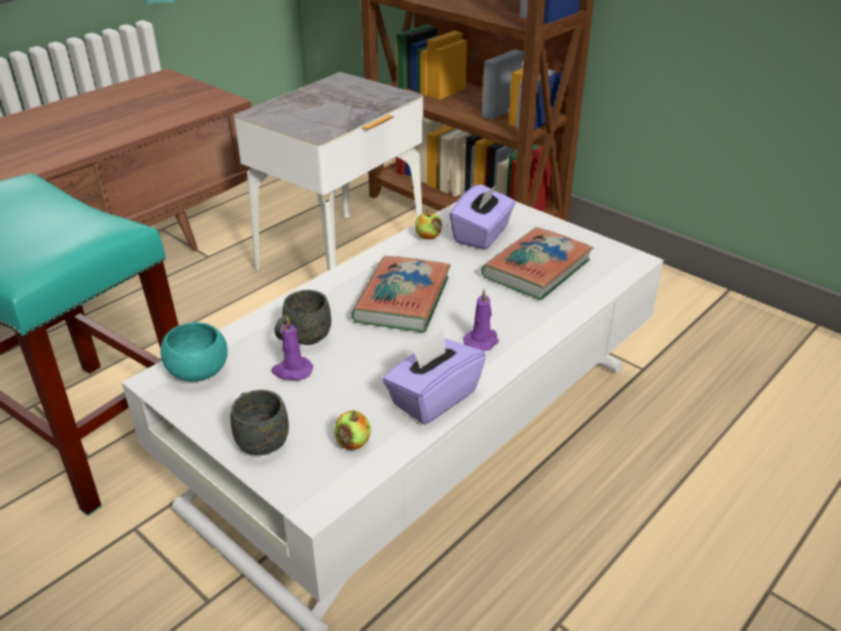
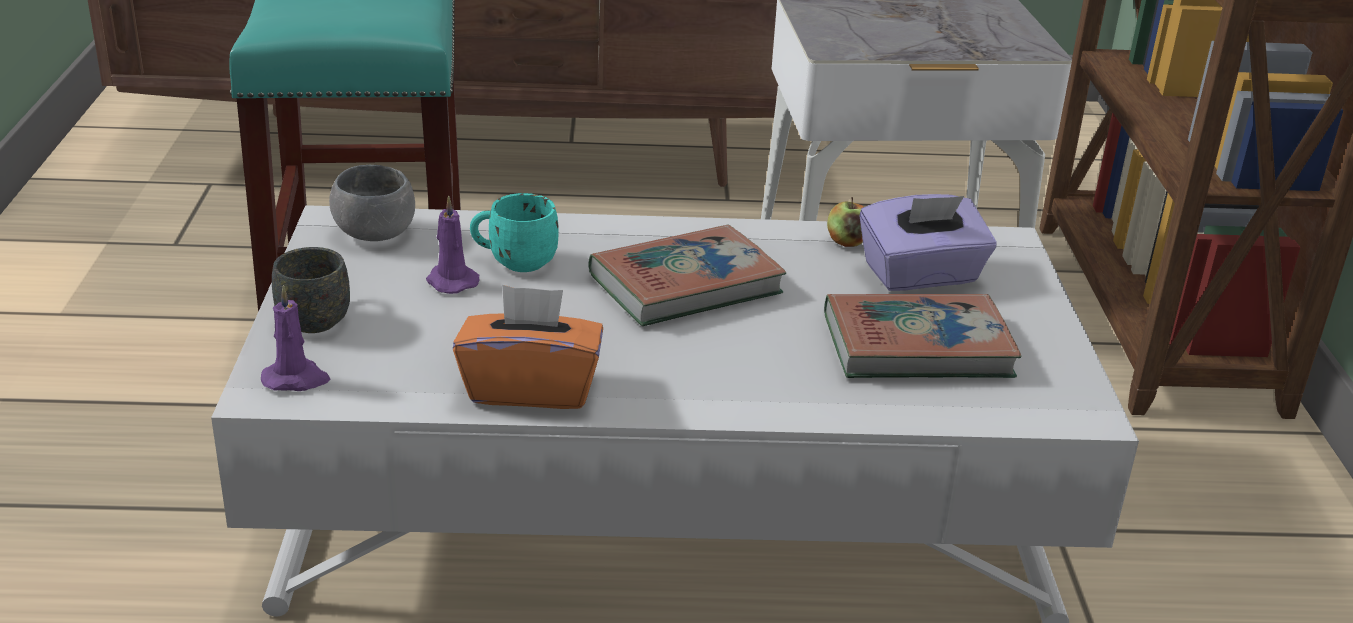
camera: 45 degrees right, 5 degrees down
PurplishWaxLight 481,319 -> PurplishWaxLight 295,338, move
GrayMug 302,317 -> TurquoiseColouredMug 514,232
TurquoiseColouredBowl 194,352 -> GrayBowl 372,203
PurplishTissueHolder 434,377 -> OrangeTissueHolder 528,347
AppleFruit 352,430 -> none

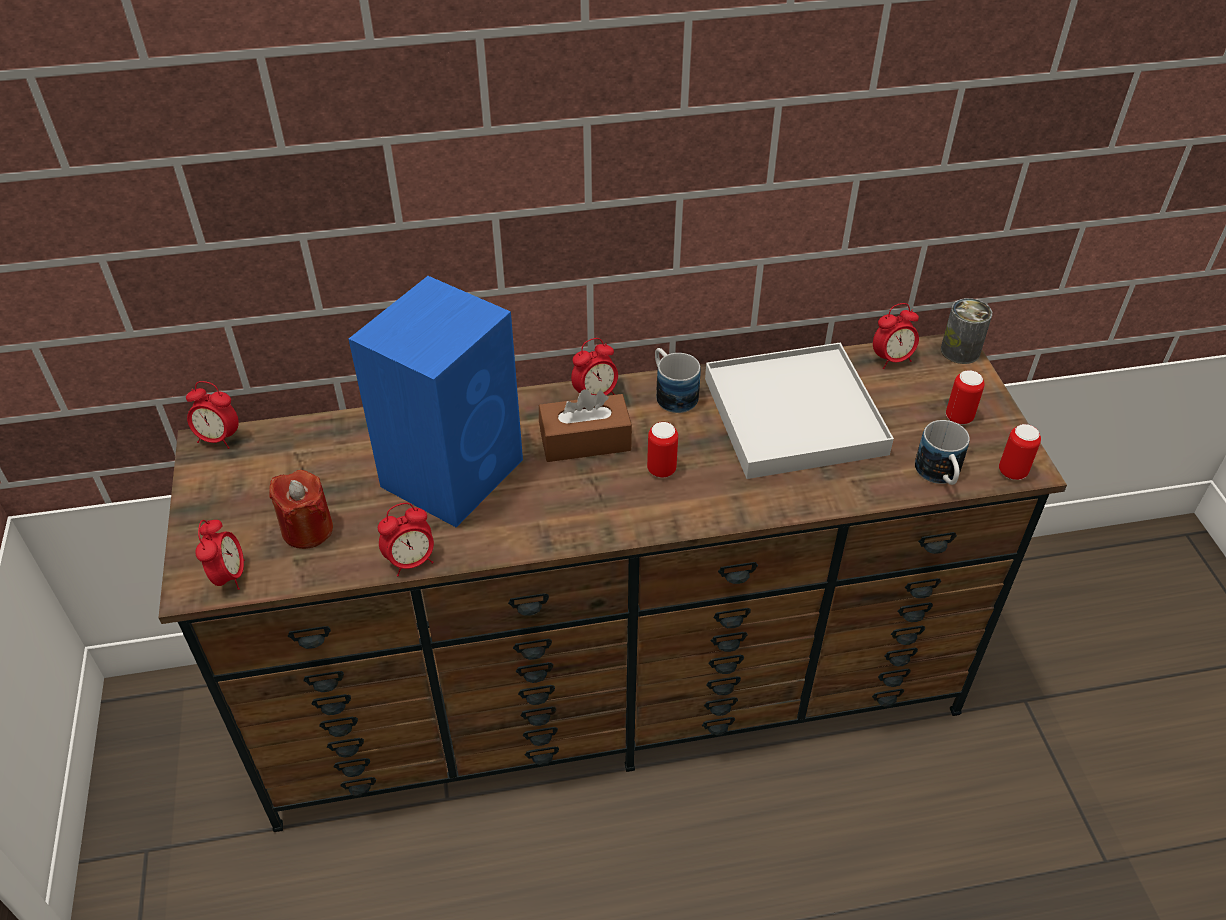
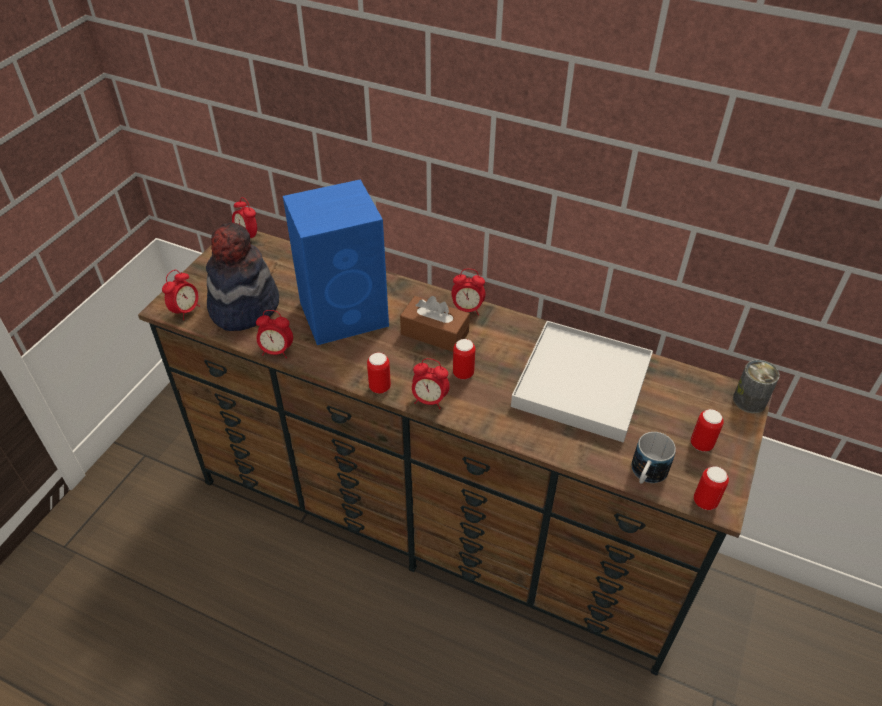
camera: 35 degrees right, 0 degrees up
AlarmClock 896,336 -> AlarmClock 431,383, move
Mug 678,380 -> none
ReddishWaxLight 301,509 -> WearableHat 242,276
none -> SealedCan 379,373

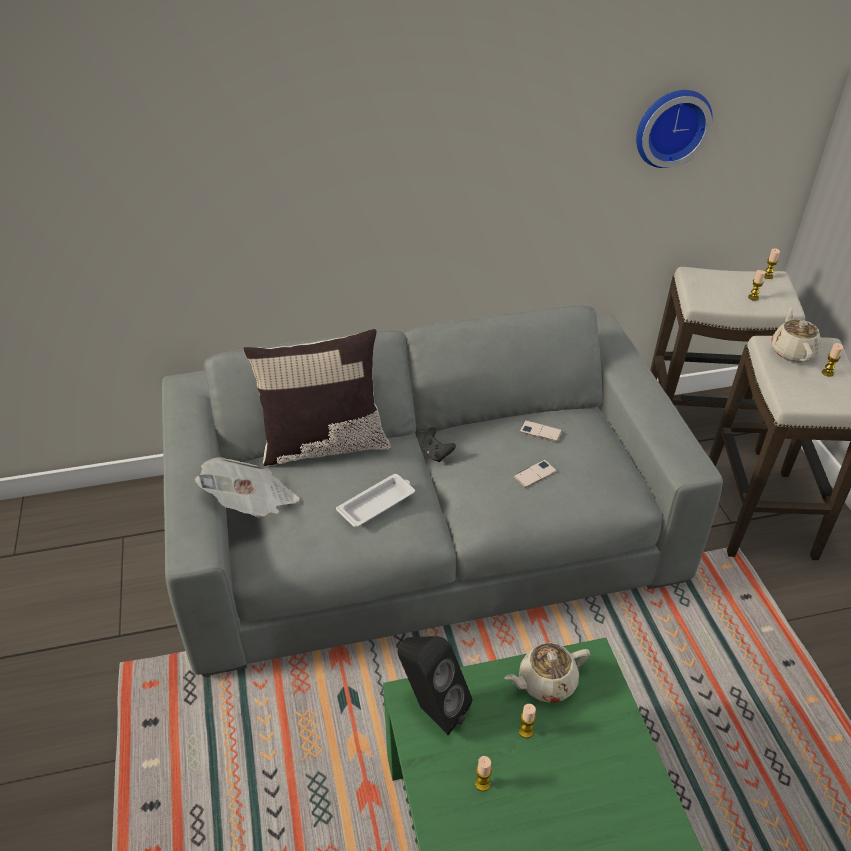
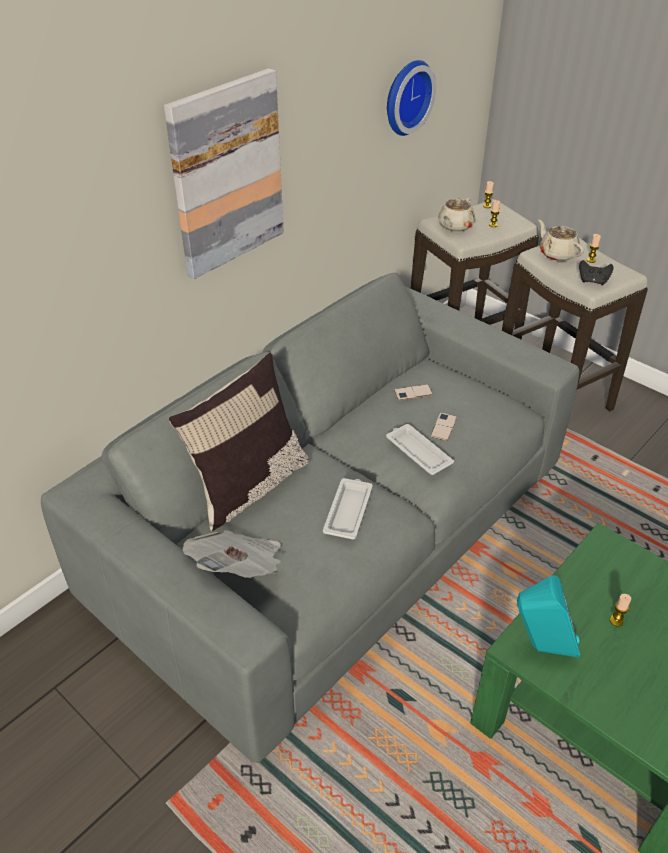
camera: 35 degrees left, 0 degrees up
BlackJoypad 438,444 -> BlackJoypad 596,272, move
BlackLoudspeaker 435,685 -> TurquoiseColouredLoudspeaker 548,616
BeigeColouredPotForTea 547,672 -> BeigeColouredPotForTea 456,215, move
WaxLight 483,773 -> none
none -> WallPicture 224,173
none -> WhitishCarryingTray 420,449

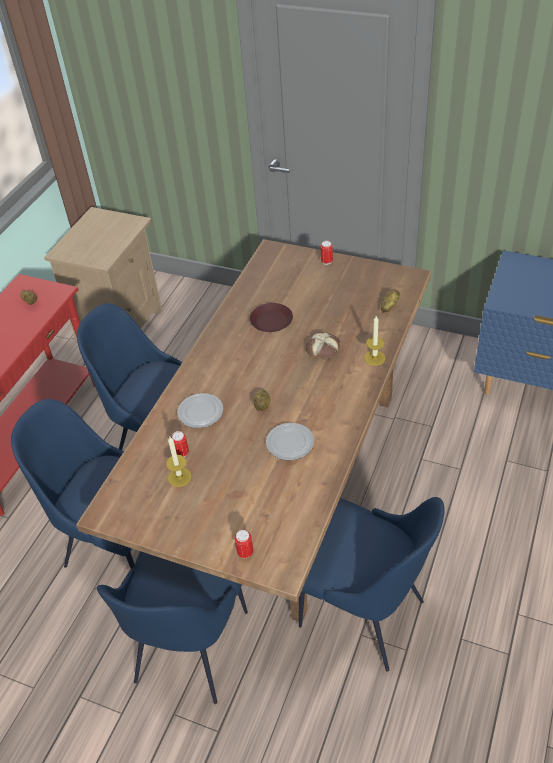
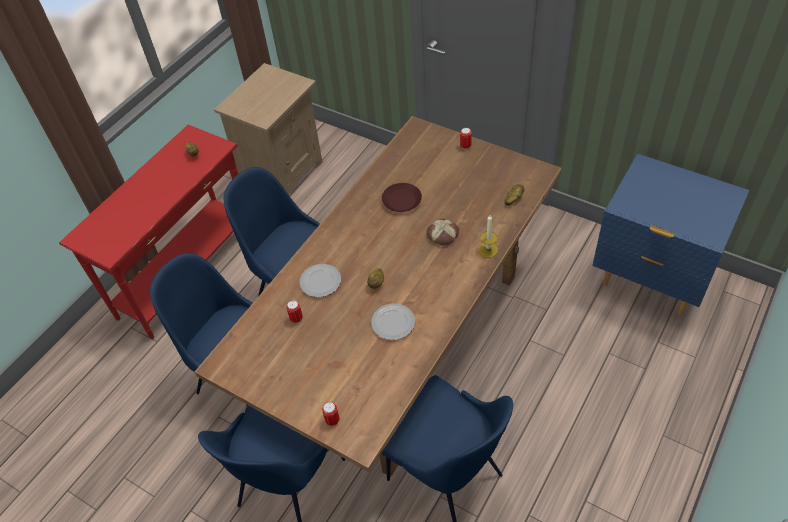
camera: 10 degrees right, 5 degrees up
WaxLight 179,462 -> none

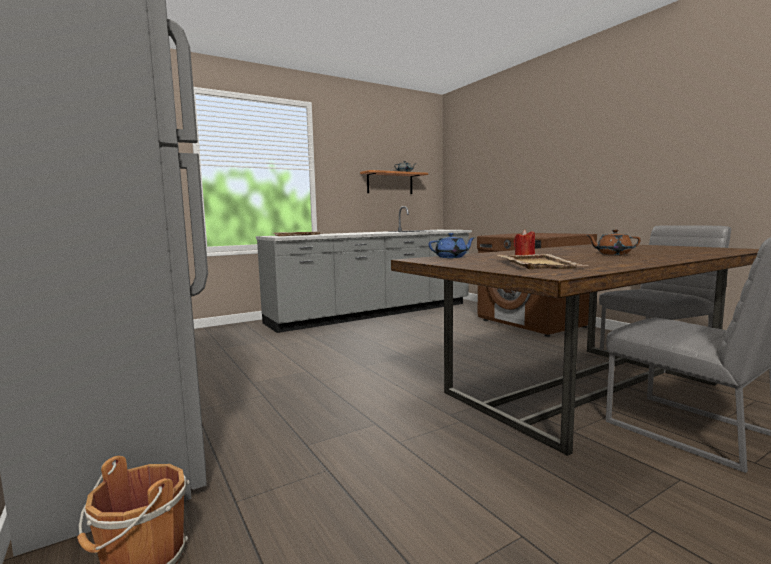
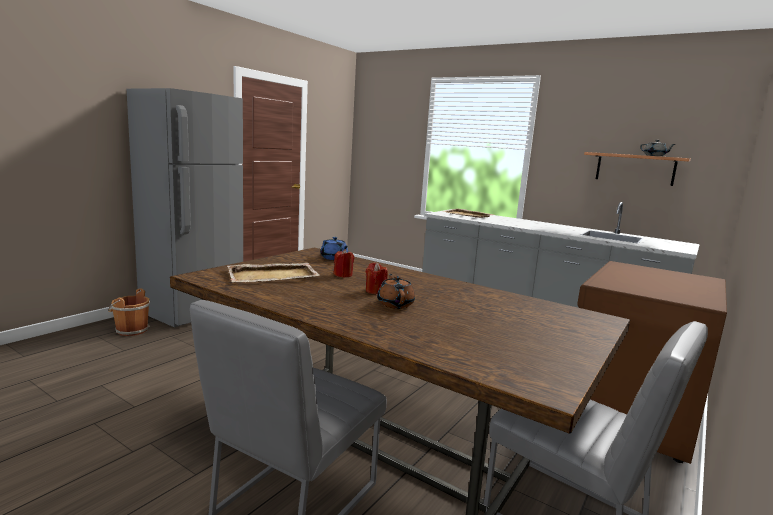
camera: 65 degrees right, 5 degrees up
none -> ReddishWaxLight 377,278

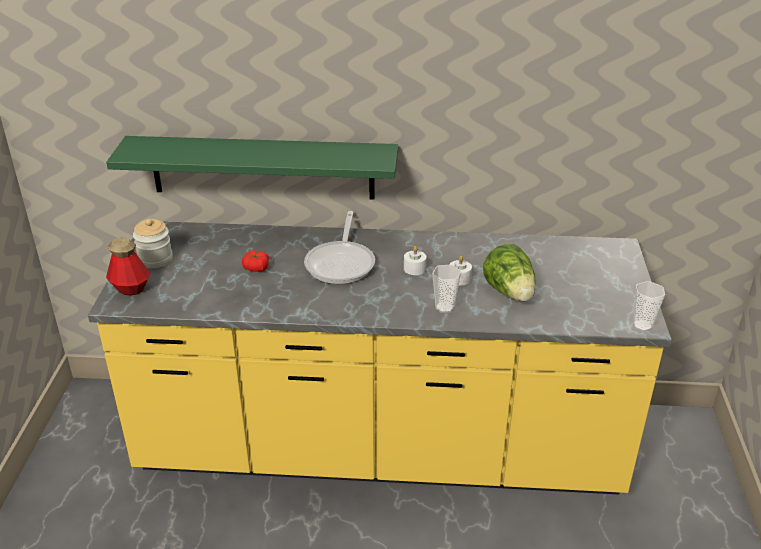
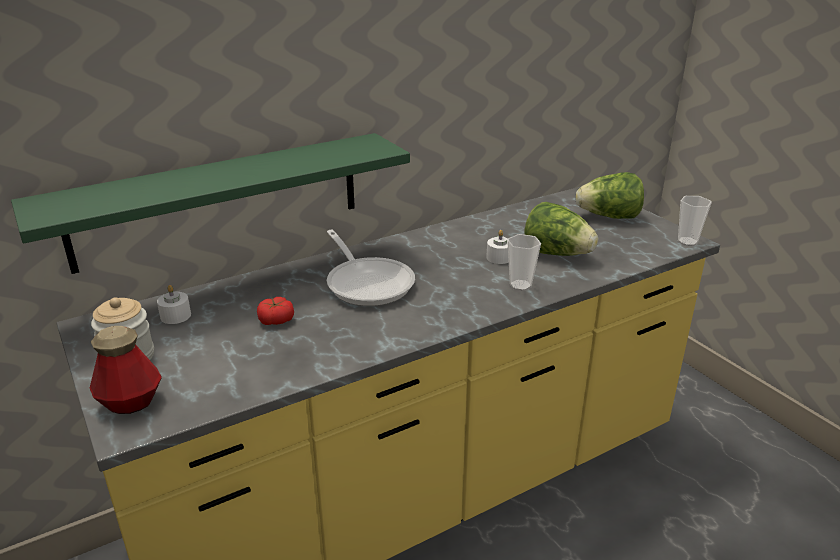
camera: 35 degrees left, 5 degrees down
WhitishWaxLight 415,260 -> WhitishWaxLight 174,304, move
none -> HeadOfLettuce 610,195

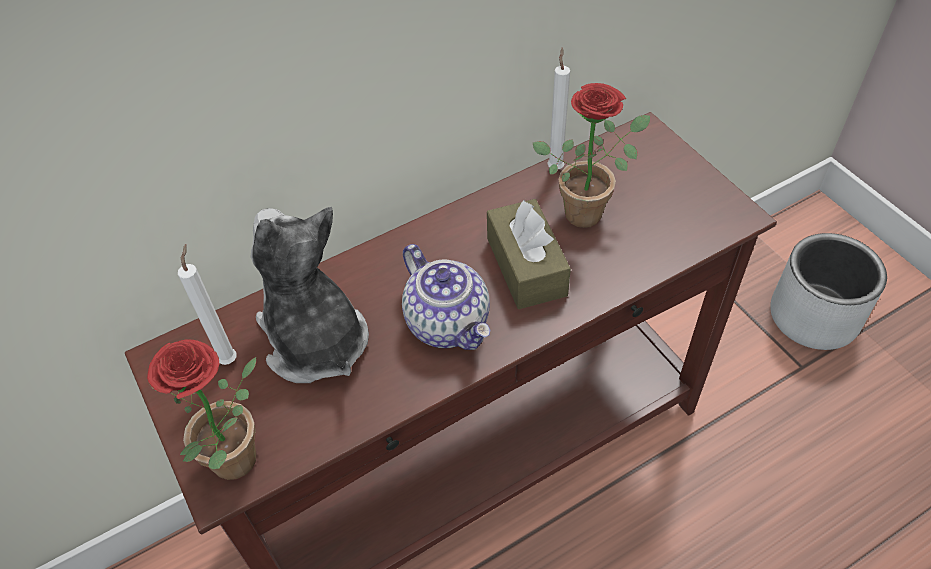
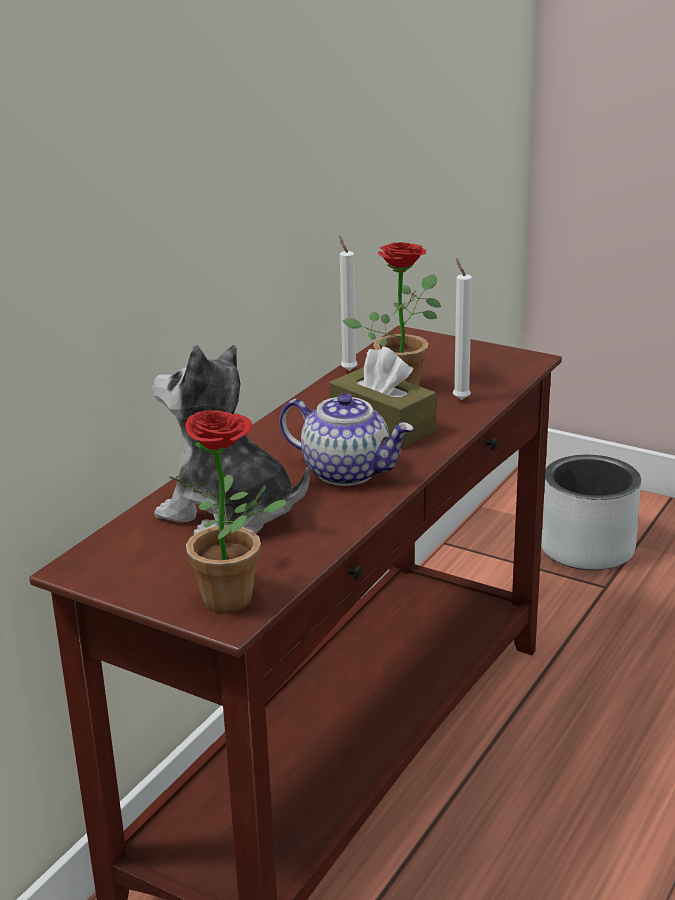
camera: 30 degrees left, 25 degrees down
WhitishWaxLight 207,304 -> WhitishWaxLight 462,329, move

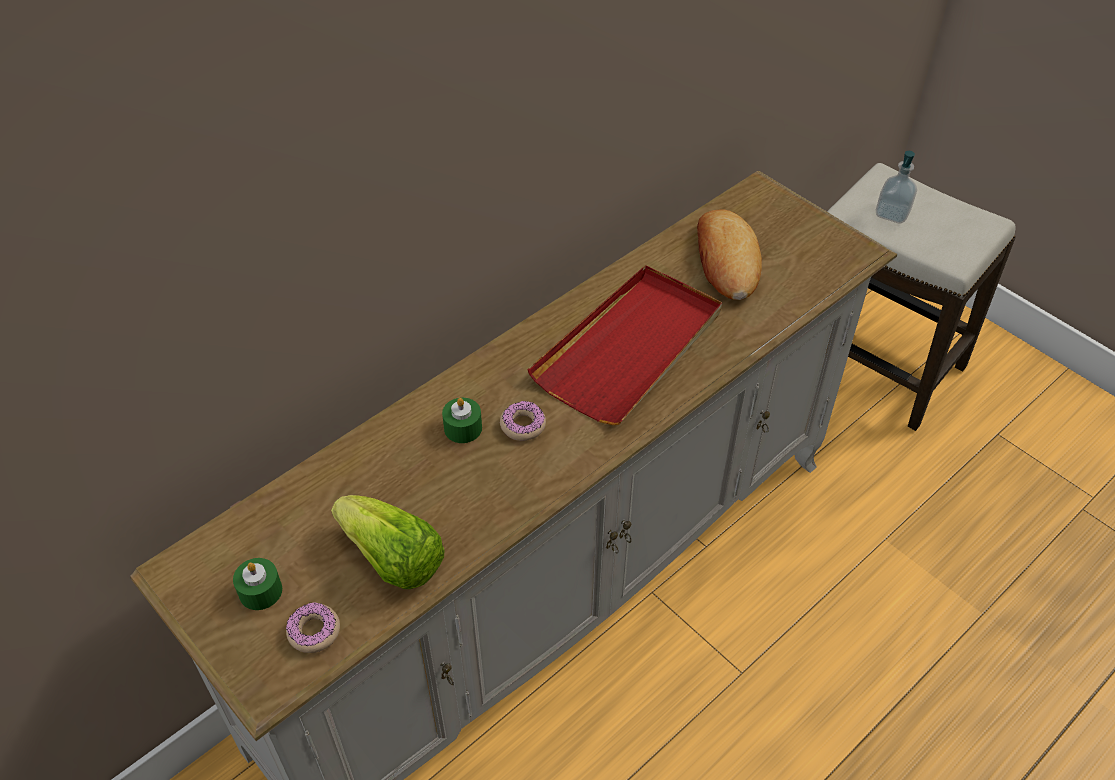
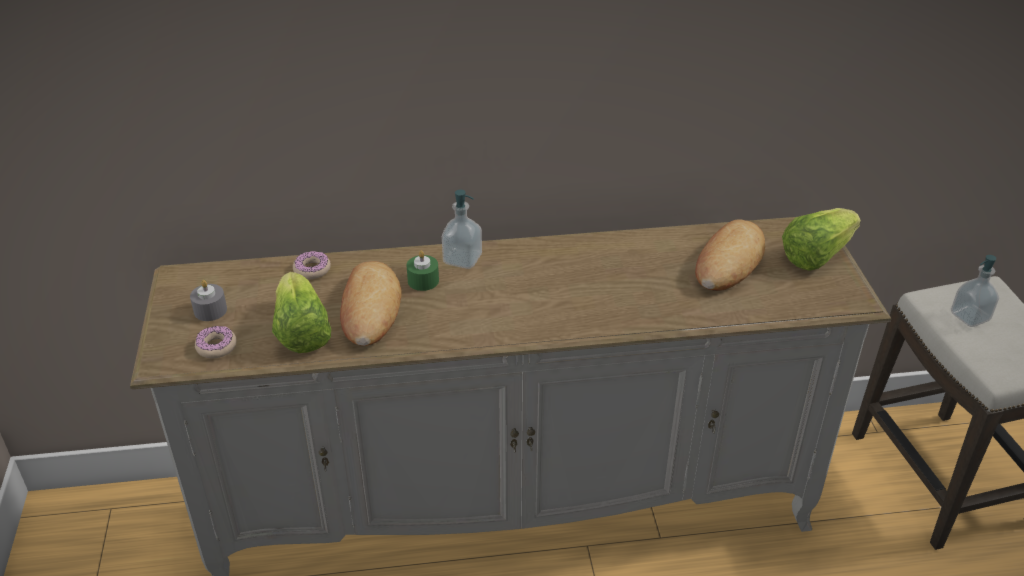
camera: 35 degrees right, 10 degrees down
ReddishCarryingTray 624,345 -> none
Doughnut 523,420 -> Doughnut 312,265, move
GreenishWaxLight 257,584 -> GrayWaxLight 208,300
none -> LiquidSoapBottle 462,229
none -> HeadOfLettuce 821,239
none -> Bread 371,303

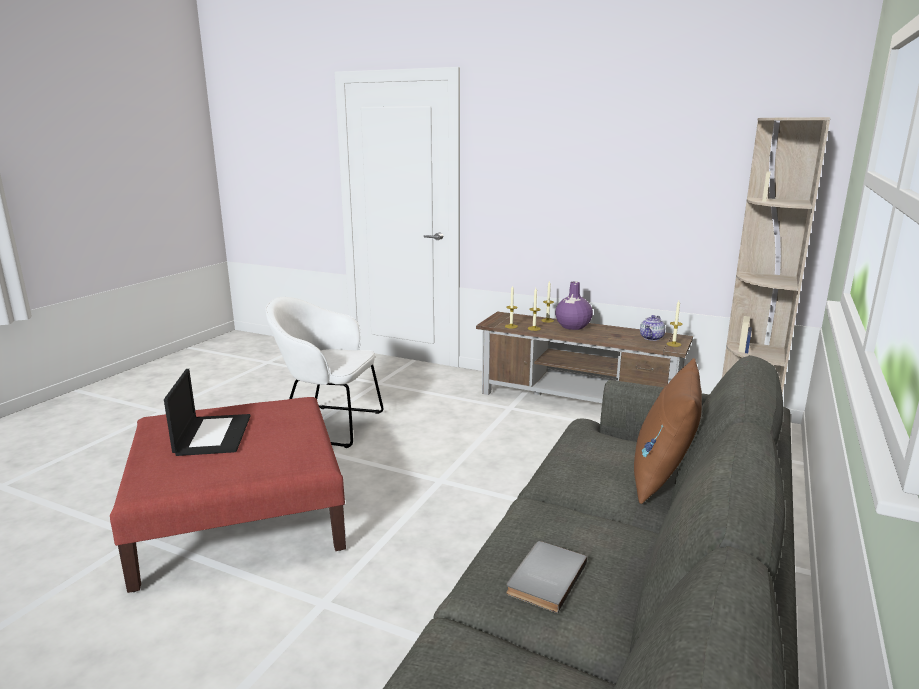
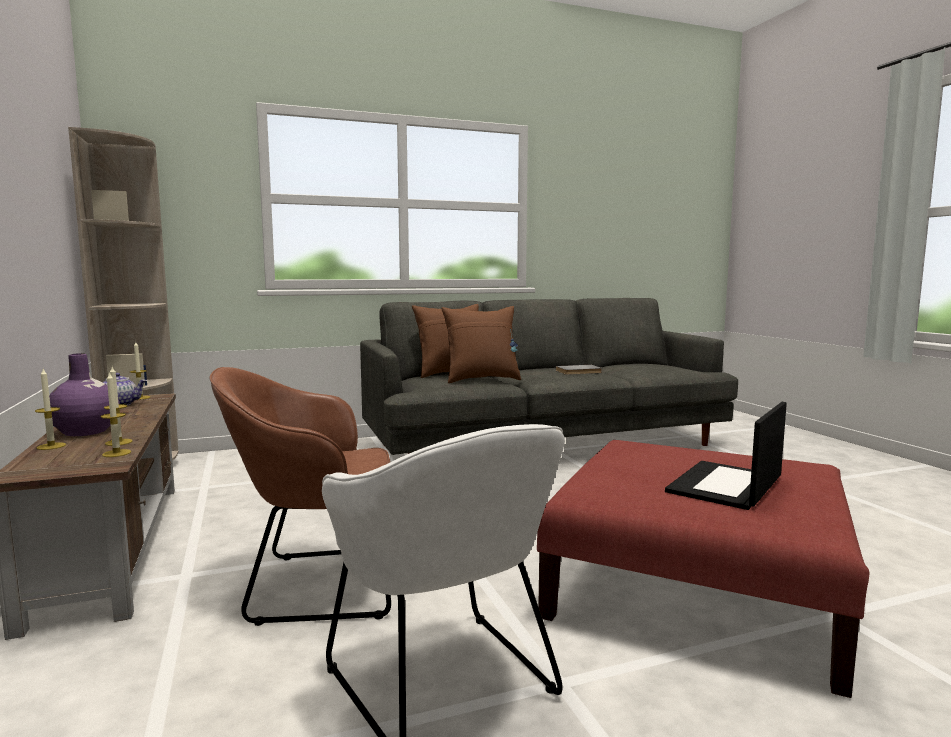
camera: 135 degrees left, 10 degrees down
none -> BrownThrowPillow 481,344
none -> BrownLoungeChair 300,496

